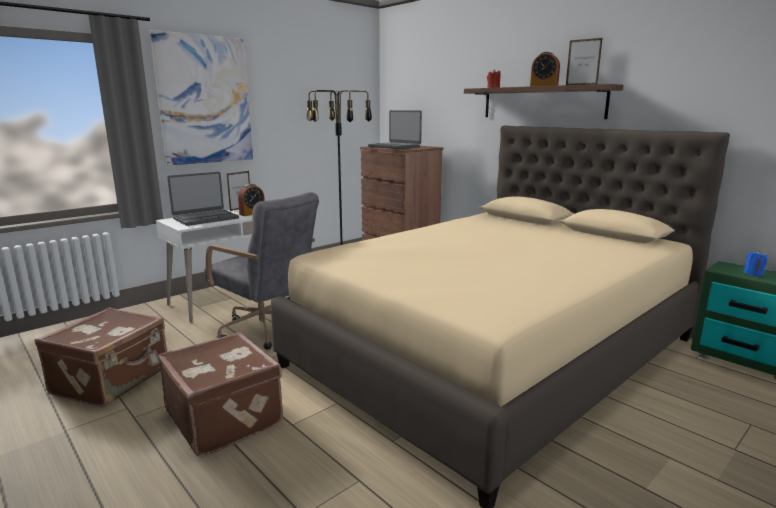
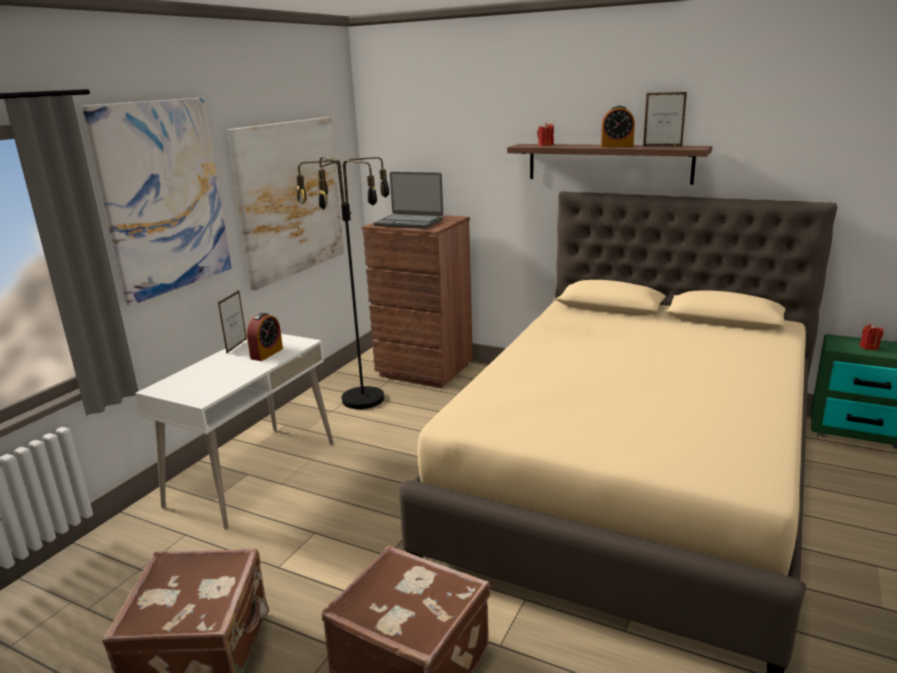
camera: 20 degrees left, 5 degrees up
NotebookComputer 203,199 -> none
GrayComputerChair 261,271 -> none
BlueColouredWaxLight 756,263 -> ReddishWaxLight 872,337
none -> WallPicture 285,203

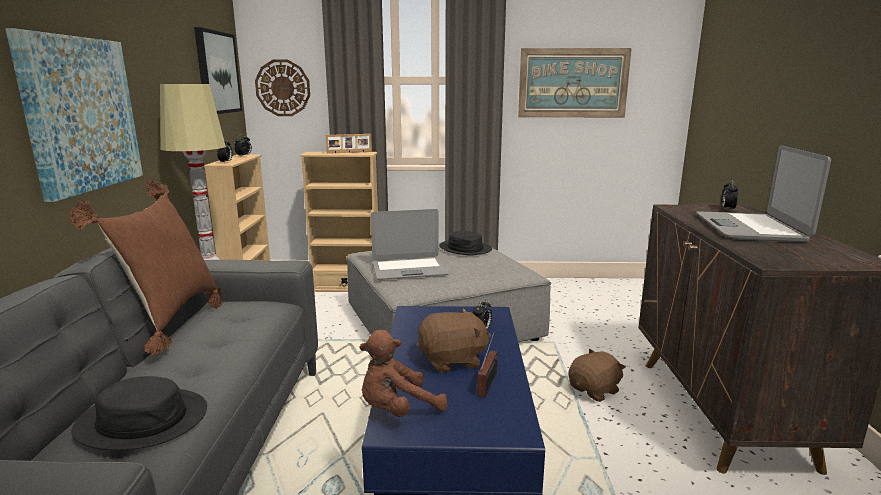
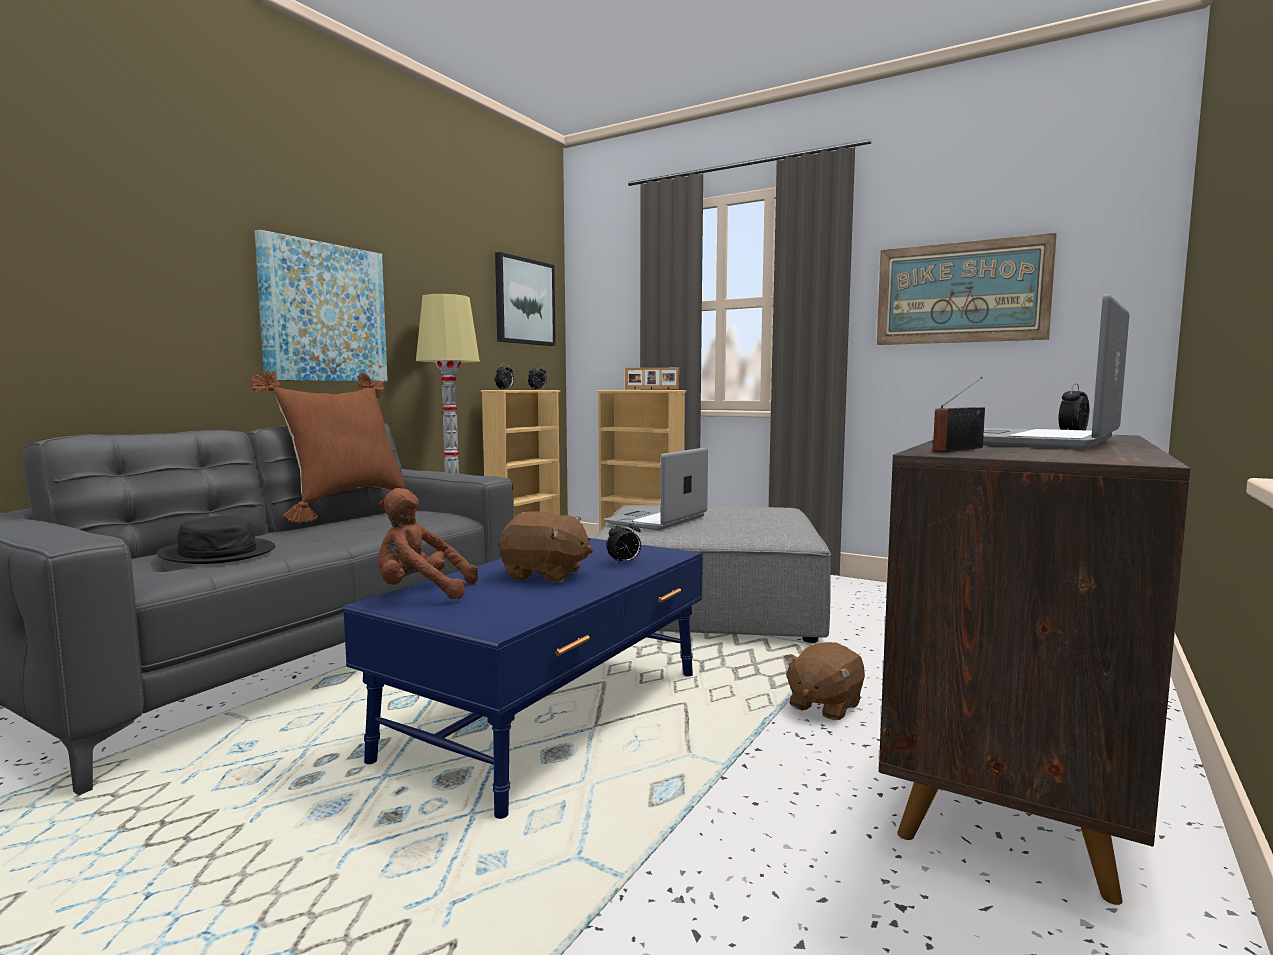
camera: 30 degrees right, 10 degrees down
ClockOnTheWall 282,87 -> none
NotebookComputer 410,244 -> NotebookComputer 656,489, 105 degrees clockwise
BlackWearableHat 465,243 -> none
Radio 487,364 -> Radio 959,414, move
BrownCuddlyToy 597,375 -> BrownCuddlyToy 824,681, 135 degrees clockwise

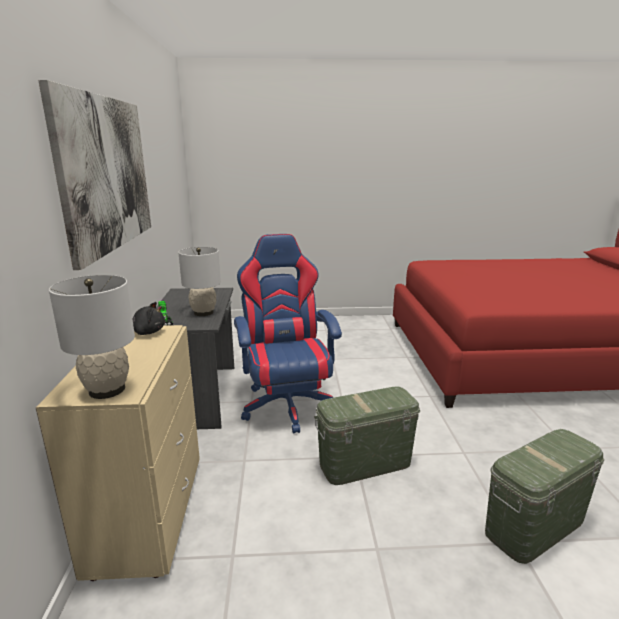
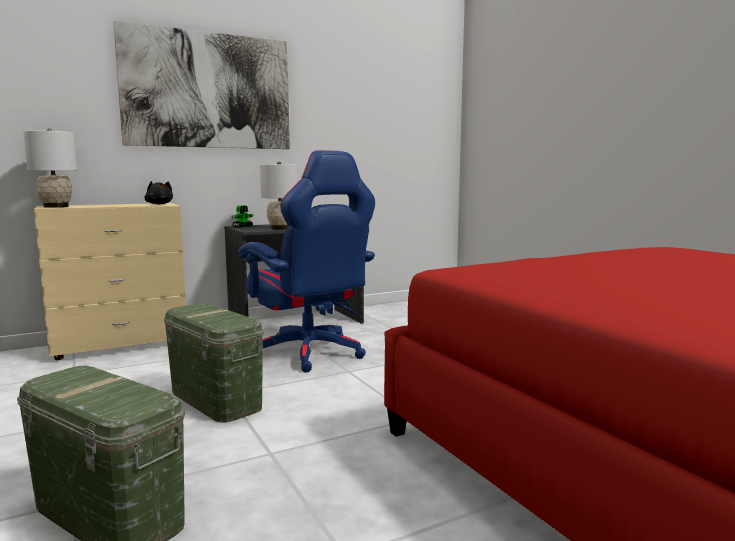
camera: 65 degrees right, 10 degrees down
BlueColouredComputerChair 288,333 -> BlueColouredComputerChair 306,261, 90 degrees clockwise

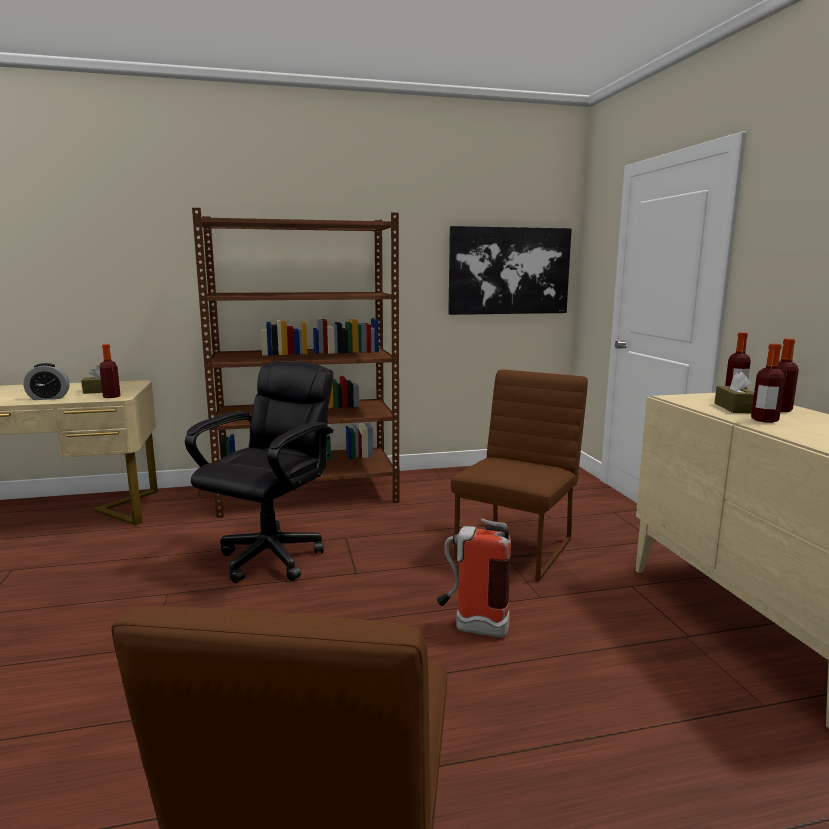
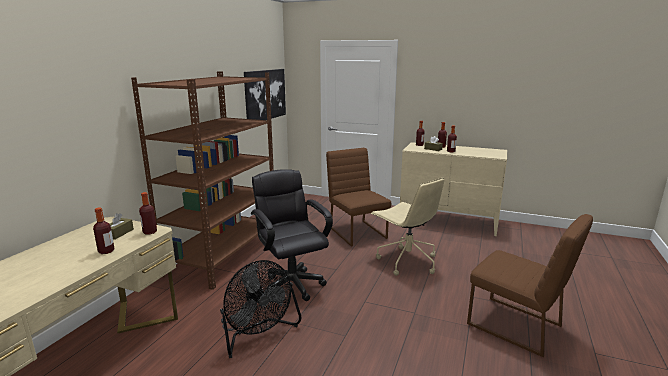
camera: 55 degrees left, 5 degrees up
AlarmClock 46,381 -> BeverageBottle 104,230
Extinguisher 473,577 -> BeigeColouredComputerChair 407,227
none -> BlackFan 260,309

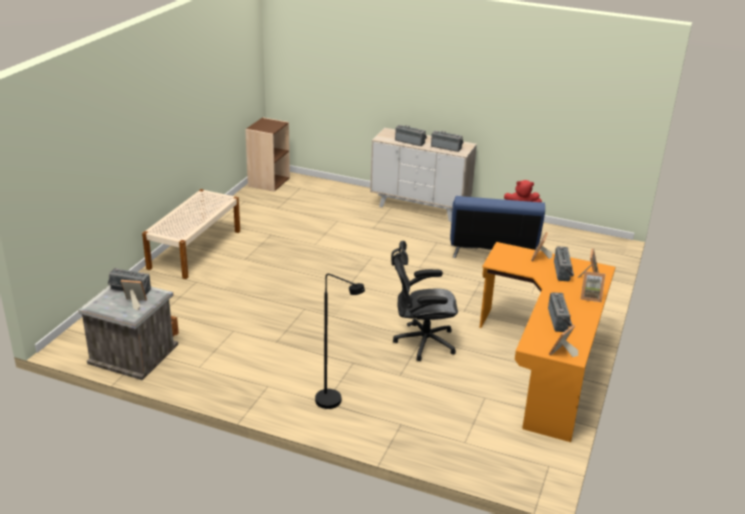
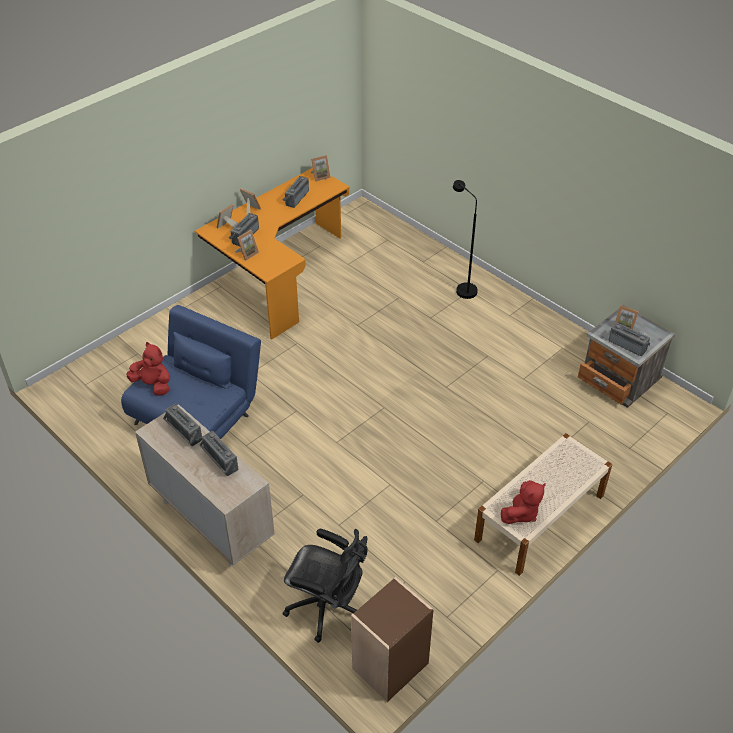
camera: 155 degrees left, 15 degrees up
ComputerChair 424,301 -> ComputerChair 325,586, move
none -> ReddishCuddlyToy 523,502

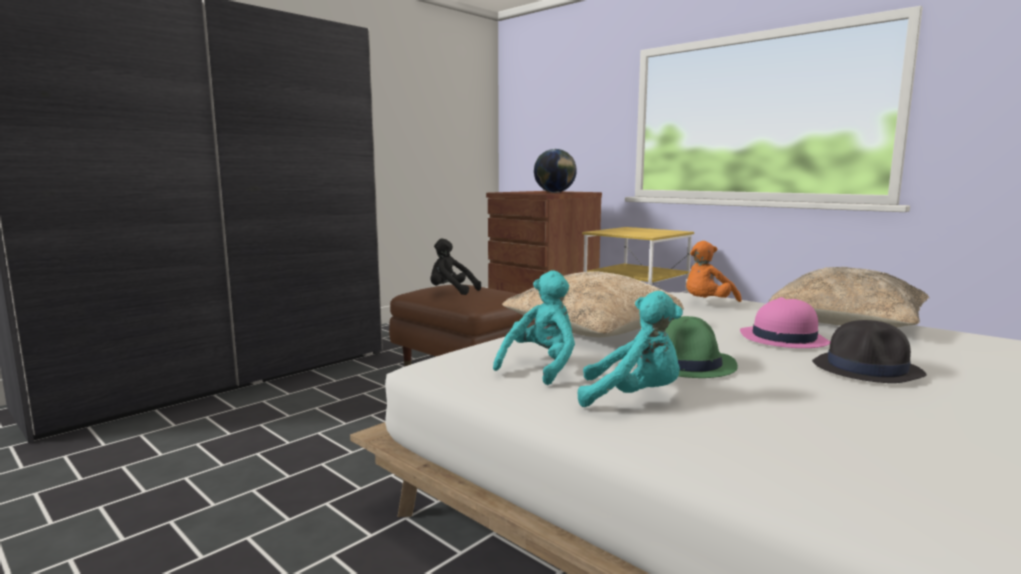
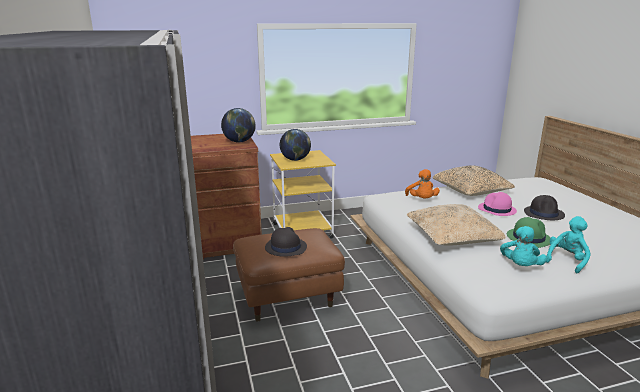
camera: 60 degrees left, 10 degrees up
BlackCuddlyToy 455,267 -> BlackWearableHat 286,242
TurquoiseColouredCuddlyToy 534,328 -> TurquoiseColouredCuddlyToy 523,246, 135 degrees counterclockwise
none -> Globe 295,145

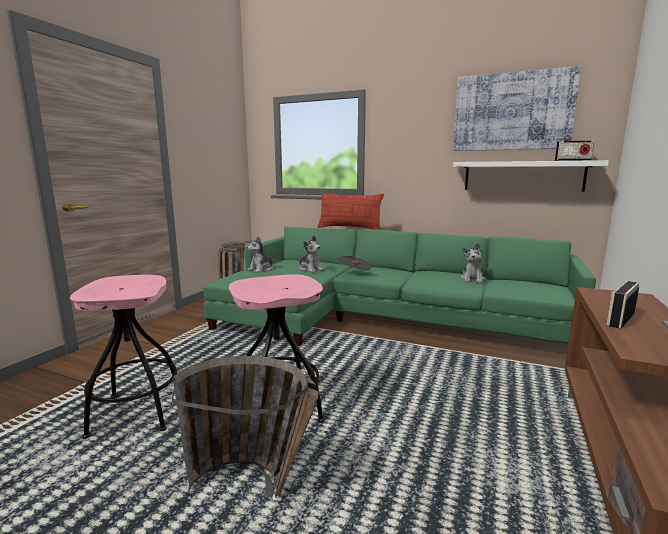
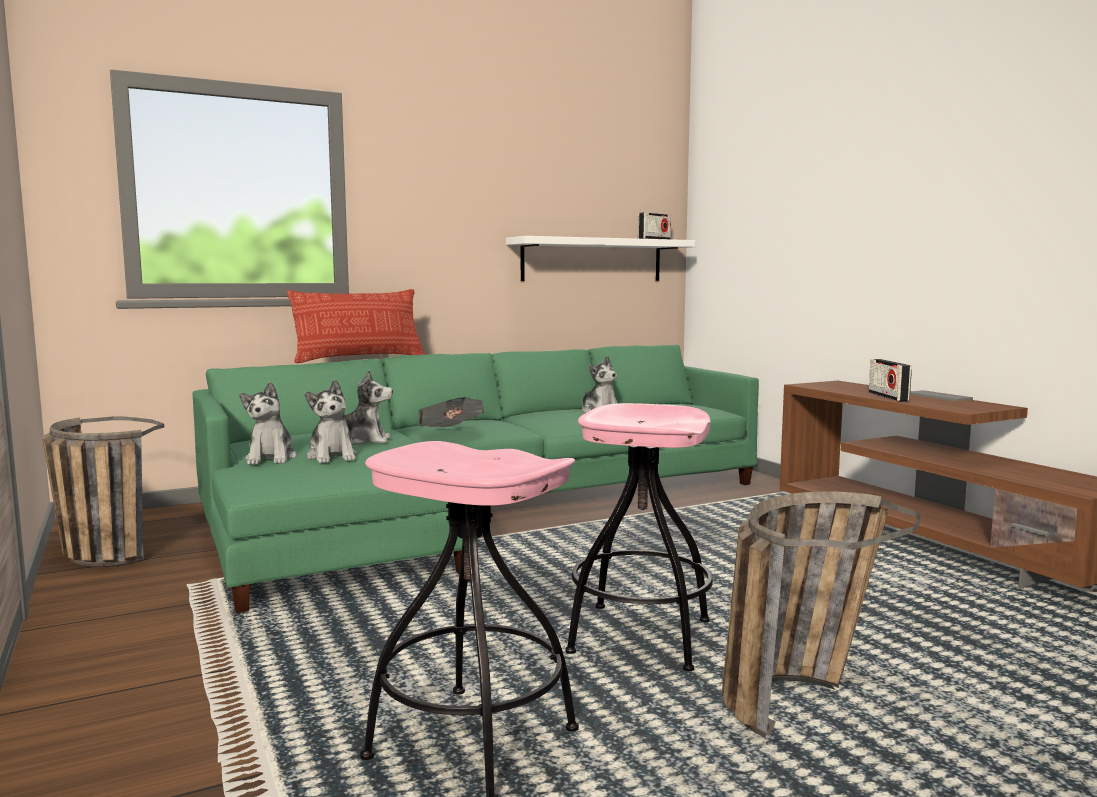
camera: 50 degrees left, 5 degrees down
WallPicture 517,108 -> none
none -> CuddlyToy 331,421

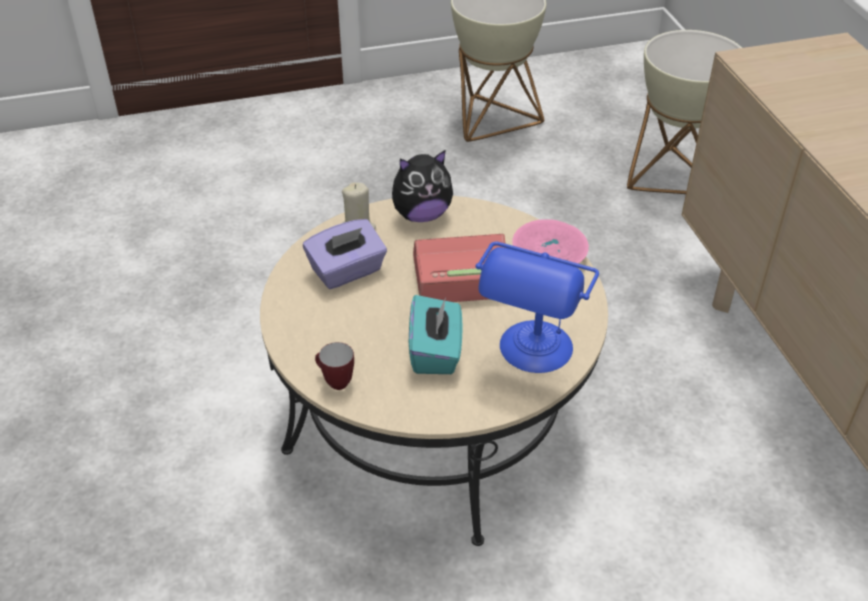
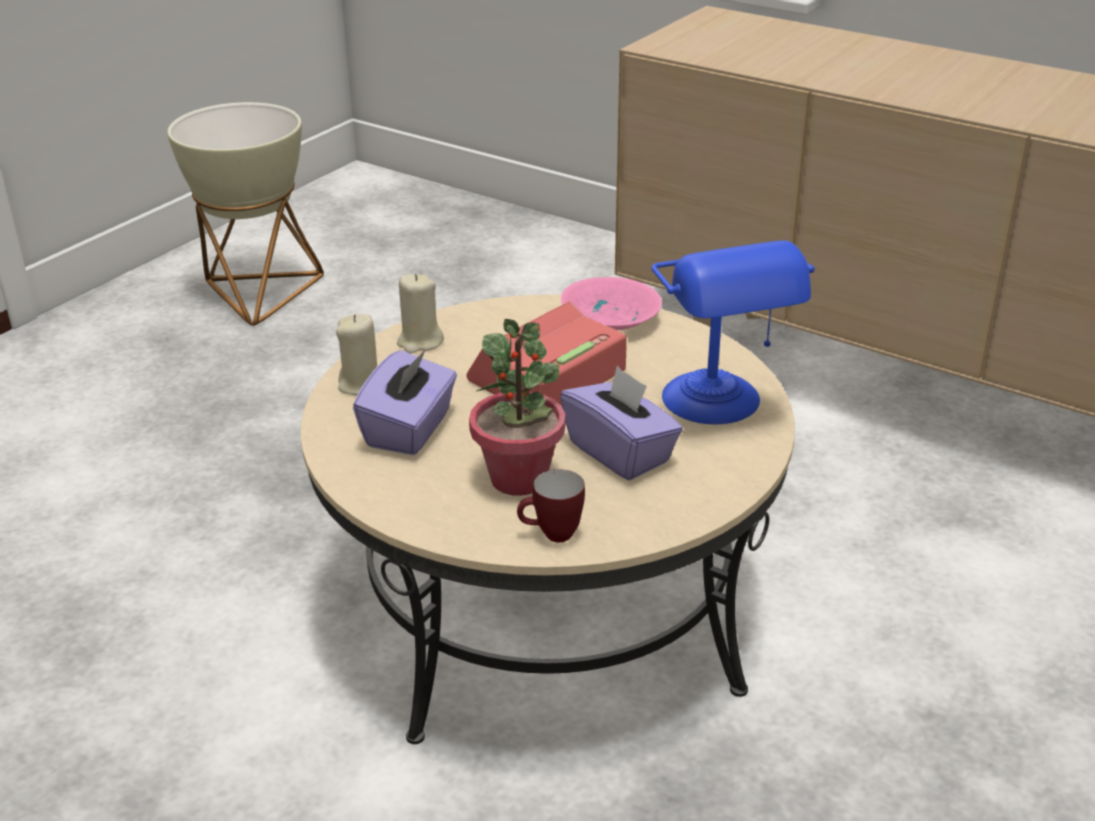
camera: 40 degrees left, 10 degrees down
FlowerPot 684,112 -> none
CuddlyToy 422,186 -> BeigeColouredWaxLight 420,314
TurquoiseColouredTissueHolder 436,334 -> PurplishTissueHolder 621,423
none -> Houseplant 517,407

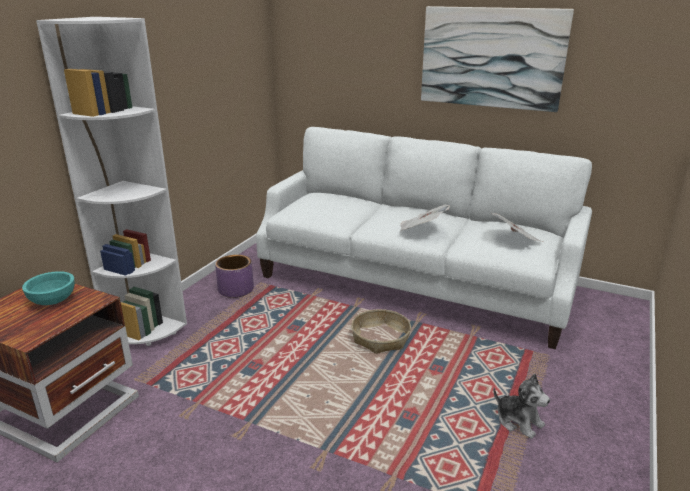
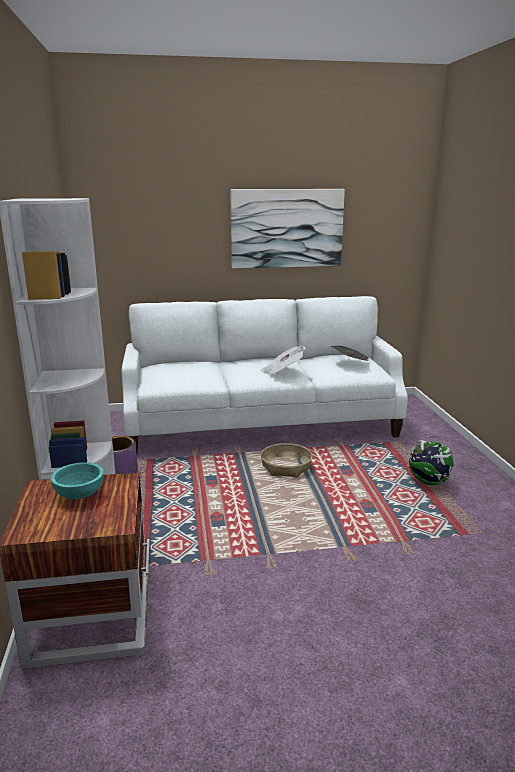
camera: 35 degrees left, 5 degrees down
CuddlyToy 521,406 -> Globe 430,460

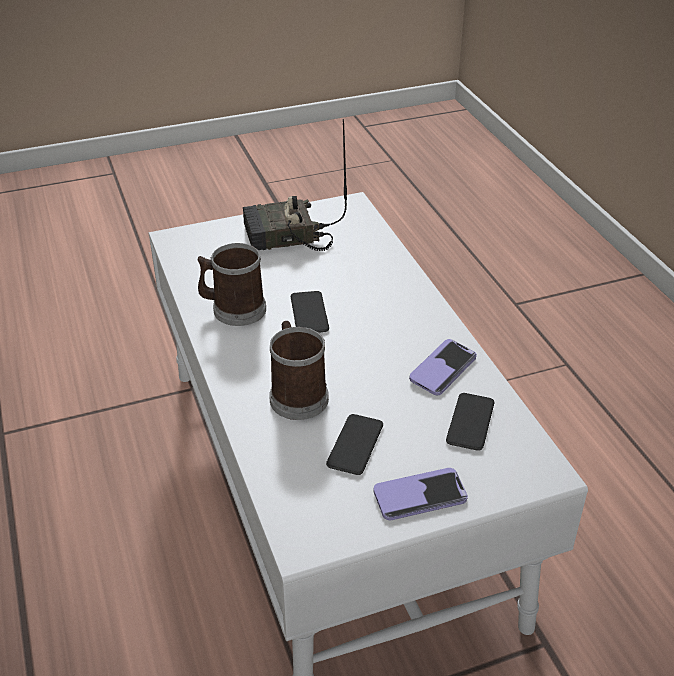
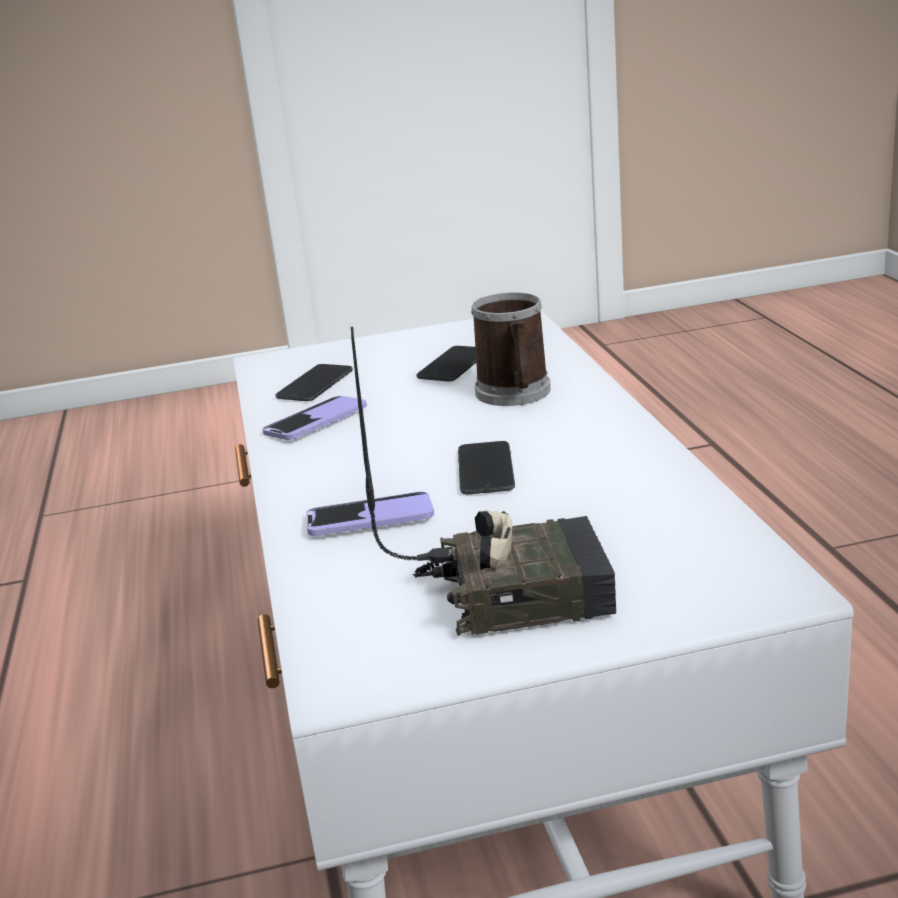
camera: 170 degrees left, 15 degrees down
Mug 231,284 -> none
Telephone 420,494 -> Telephone 370,514, move

